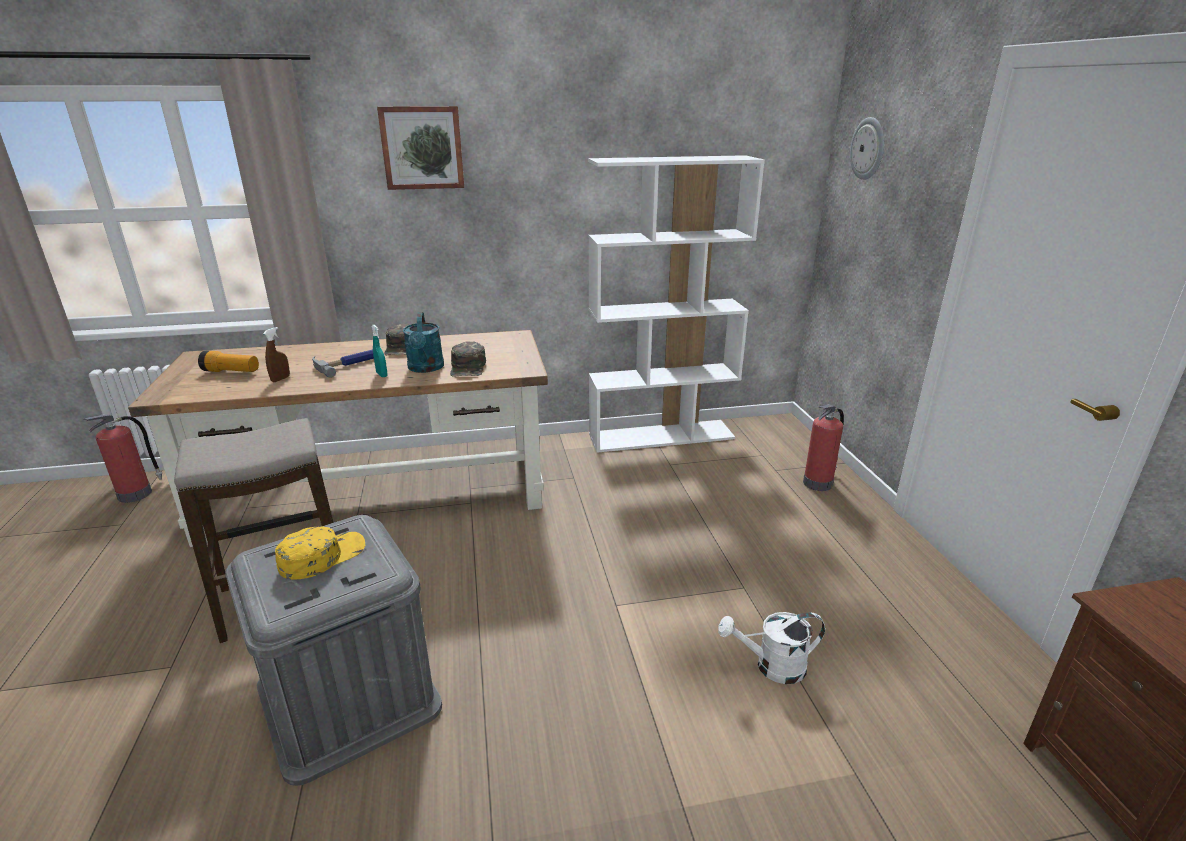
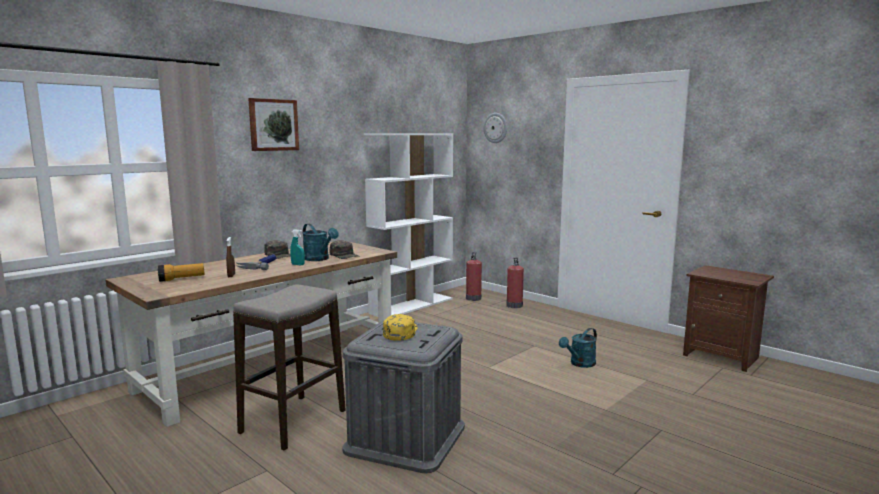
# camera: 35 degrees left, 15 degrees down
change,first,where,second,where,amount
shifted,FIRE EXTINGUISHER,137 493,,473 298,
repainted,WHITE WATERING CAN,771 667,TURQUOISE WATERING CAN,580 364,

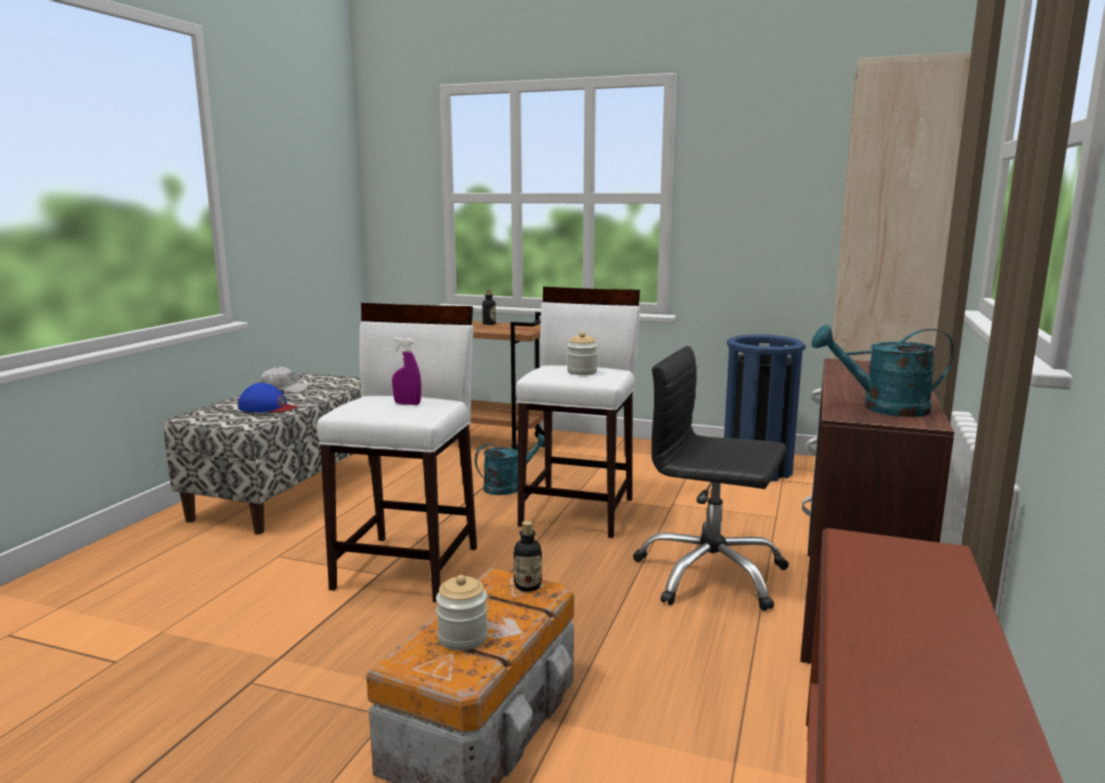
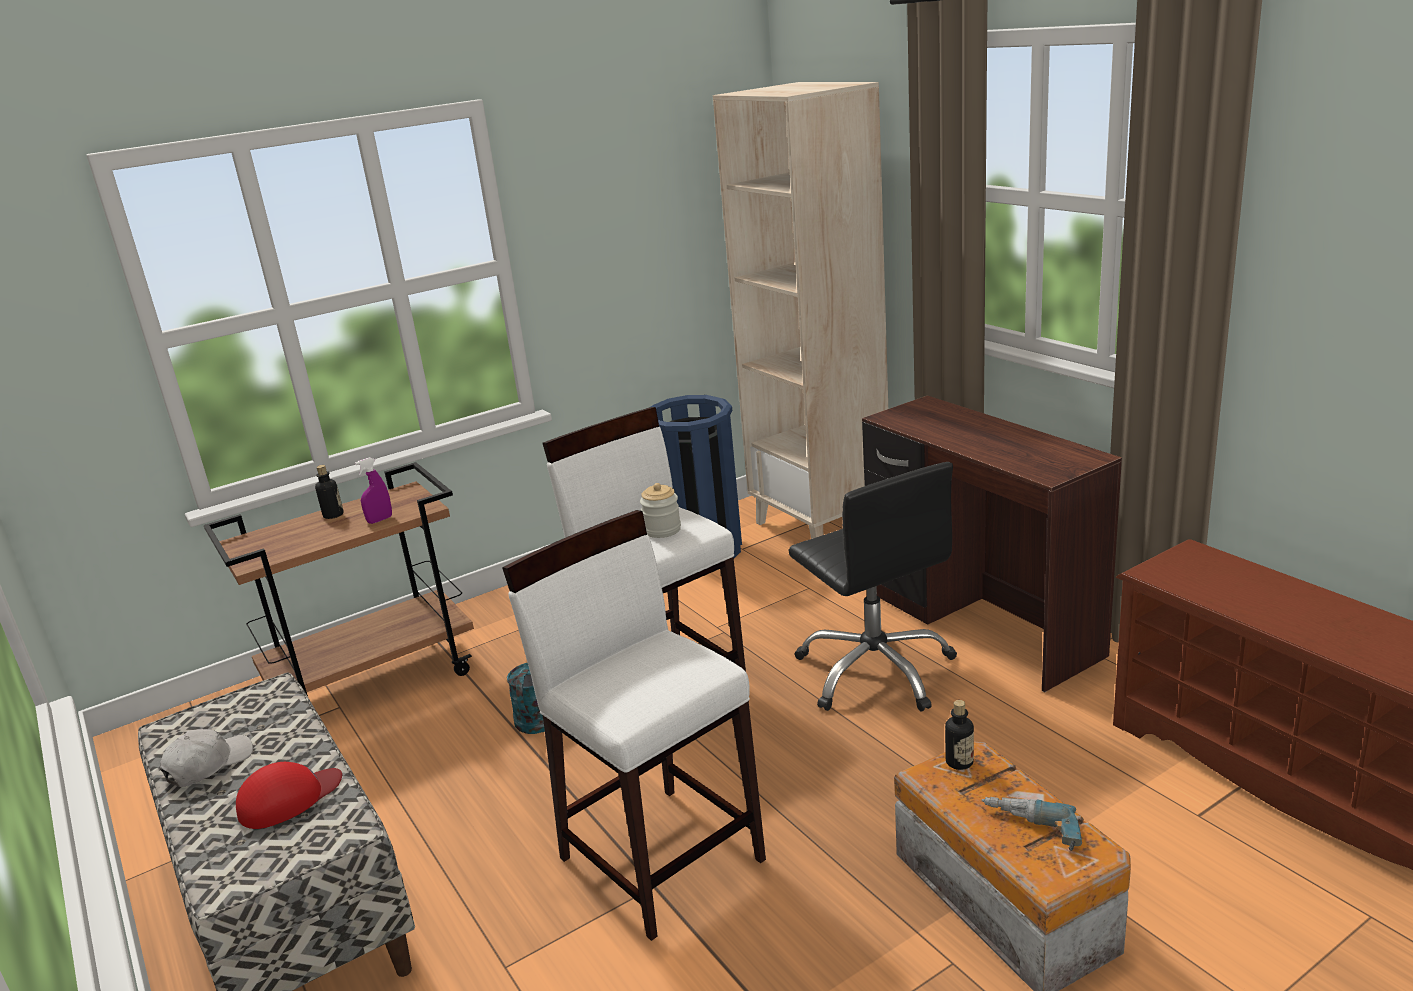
# camera: 50 degrees left, 10 degrees up
change,first,where,second,where,amount
repainted,BLUE CAP,267 407,RED CAP,289 798,
shifted,PURPLE SPRAY BOTTLE,407 404,,380 520,
swapped,JAR,462 637,POWER DRILL,1030 830,
rotated,BLACK OFFICE CHAIR,710 575,,875 670,90 degrees counterclockwise
gone,TURQUOISE WATERING CAN,883 408,,,

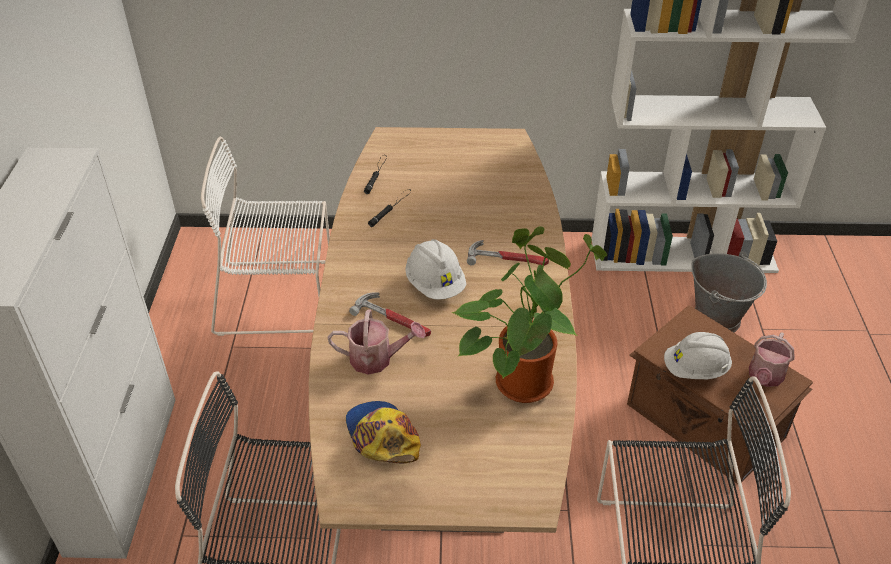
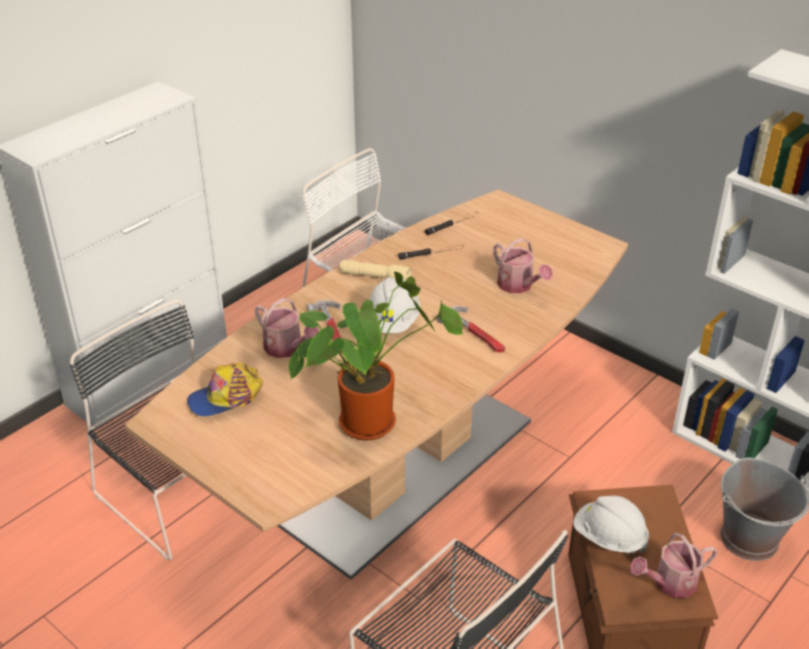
# camera: 40 degrees right, 5 degrees down
change,first,where,second,where,amount
rotated,CAP,382 436,,226 398,135 degrees counterclockwise
new,,,BEIGE FLASHLIGHT,376 276,
new,,,WATERING CAN,518 286,

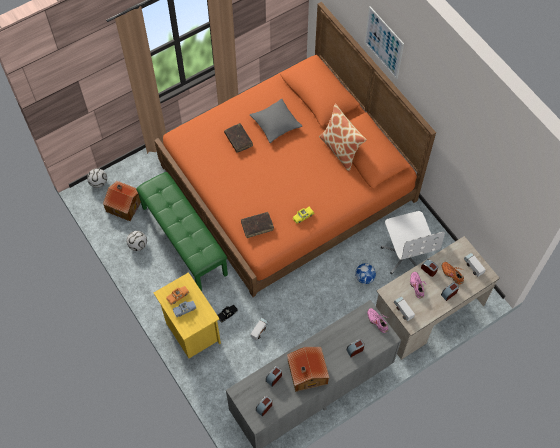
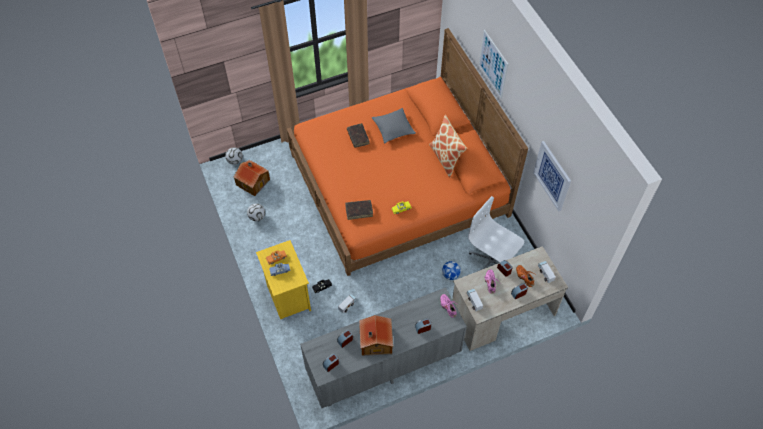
# camera: 10 degrees right, 5 degrees down
change,first,where,second,where,amount
gone,GREEN BENCH,185 240,,,
rotated,WHITE OFFICE CHAIR,406 255,,491 261,135 degrees clockwise
new,,,PICTURE,552 176,

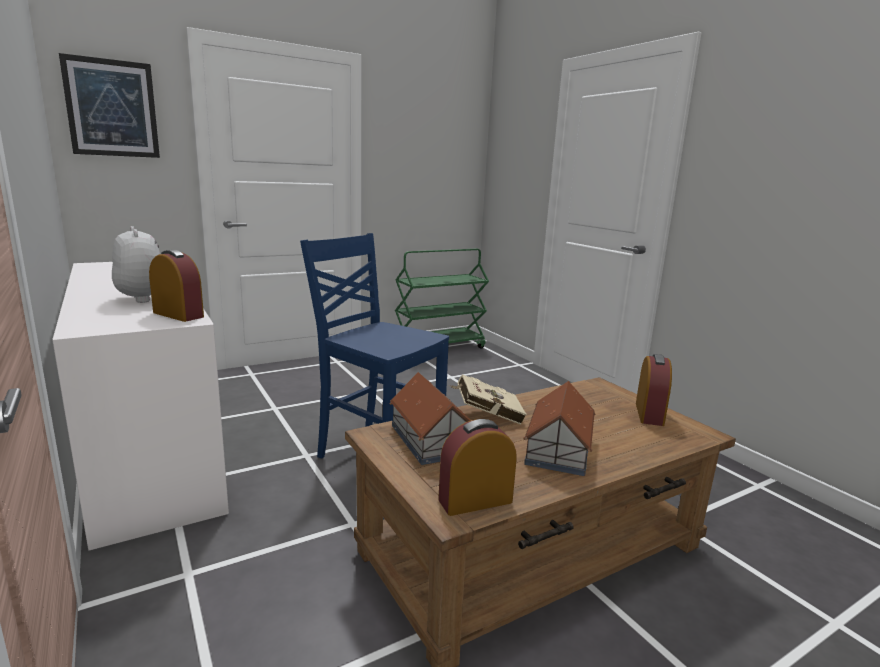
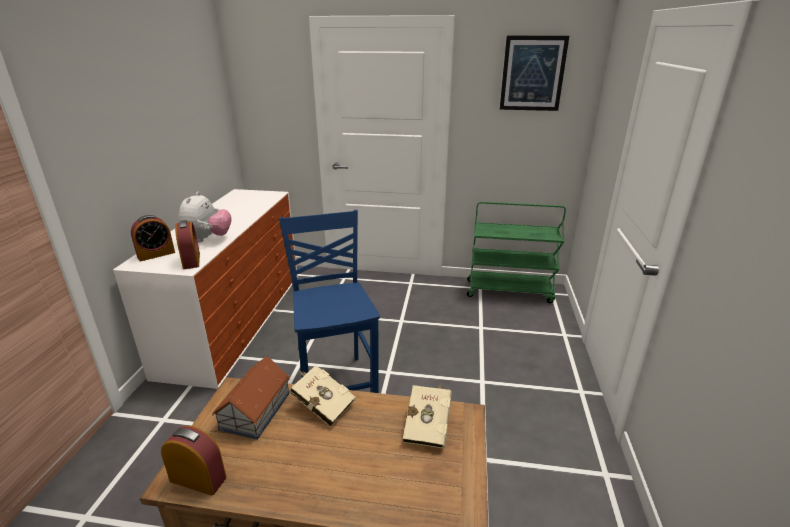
# camera: 40 degrees right, 10 degrees up
change,first,where,second,where,amount
shifted,PICTURE,112 108,,532 73,
gone,TOY HOUSE,559 448,,,
shifted,ALARM CLOCK,649 414,,156 254,
new,,,BEIGE BOOK,428 426,

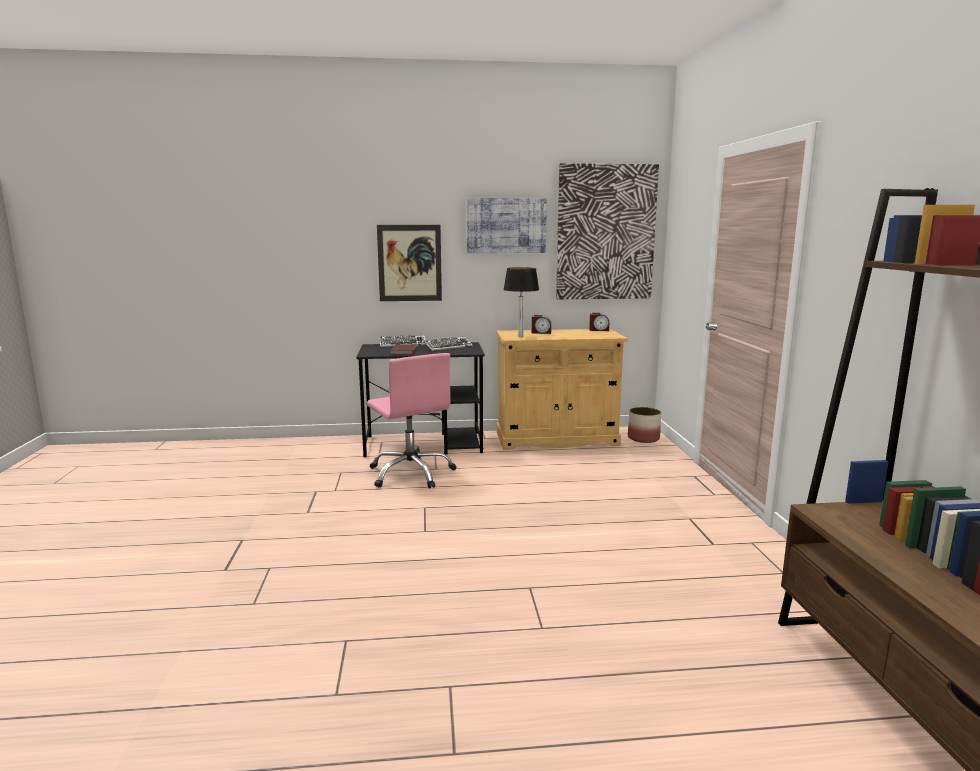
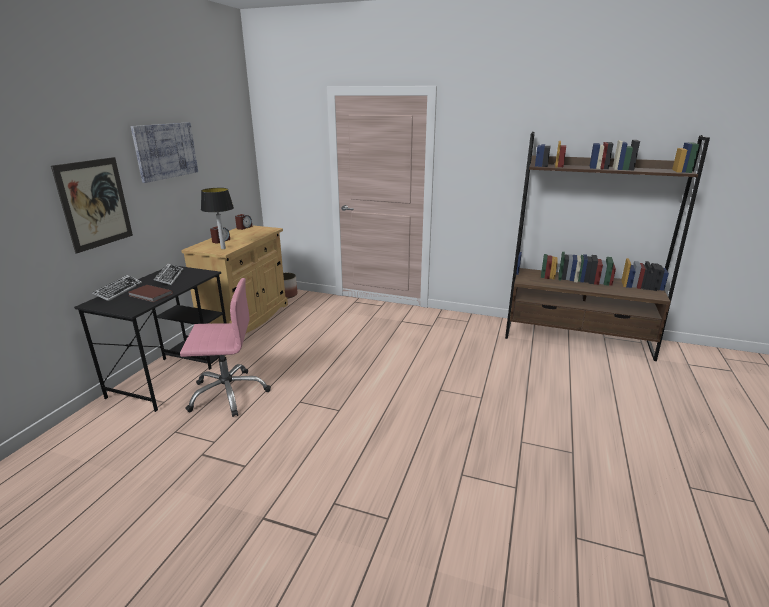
# camera: 65 degrees left, 10 degrees up
change,first,where,second,where,amount
gone,PICTURE,605 232,,,

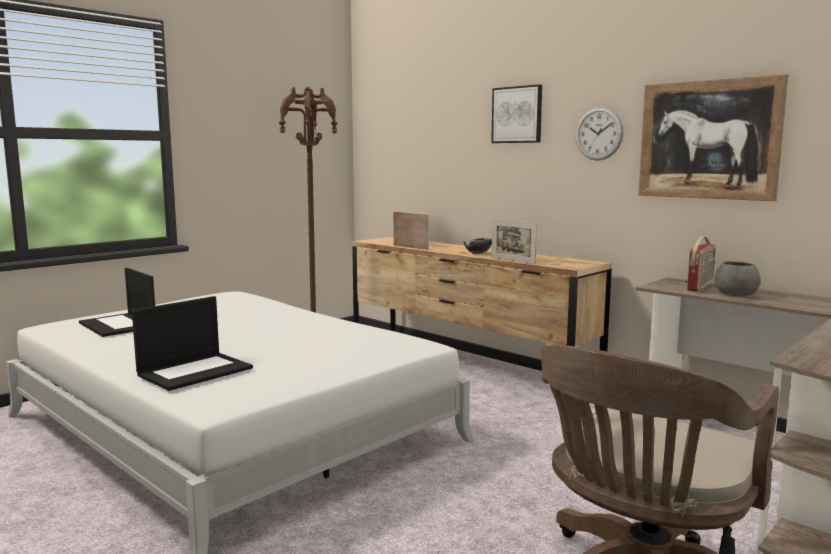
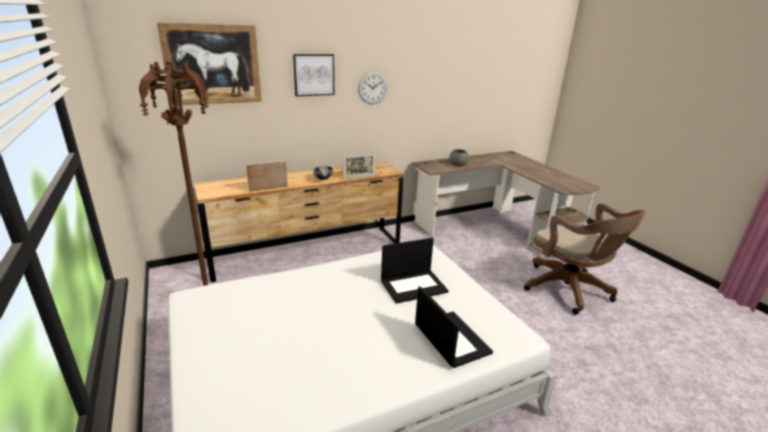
# camera: 70 degrees left, 15 degrees up
change,first,where,second,where,amount
shifted,LAPTOP,118 325,,414 285,
shifted,PICTURE,708 140,,213 64,
gone,RADIO,700 286,,,

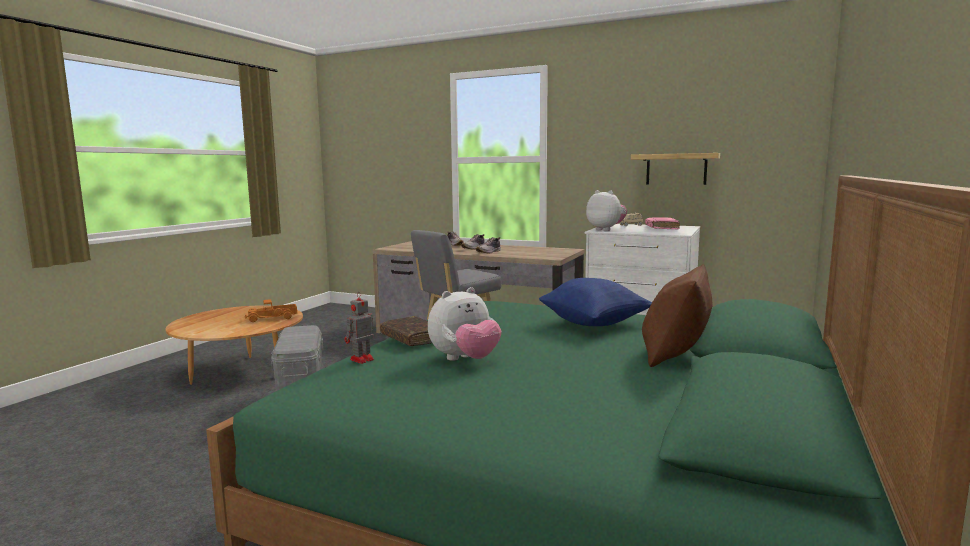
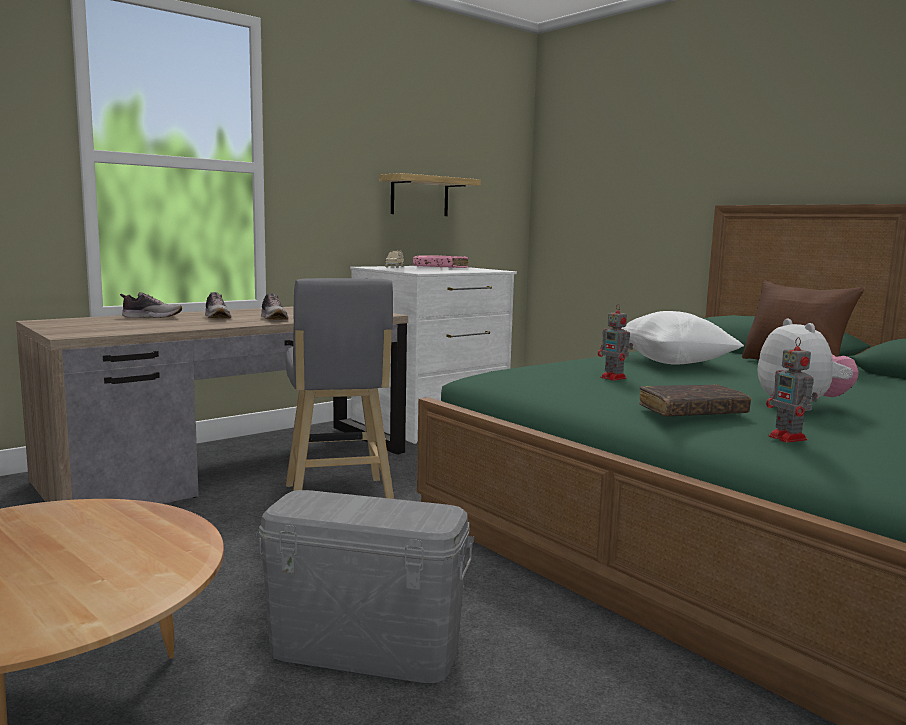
# camera: 65 degrees left, 0 degrees up
change,first,where,second,where,amount
gone,TOY TRUCK,272 318,,,
repainted,BLUE PILLOW,594 324,WHITE PILLOW,673 363,
gone,PLUSH TOY,606 229,,,
new,,,TOY ROBOT,614 378,

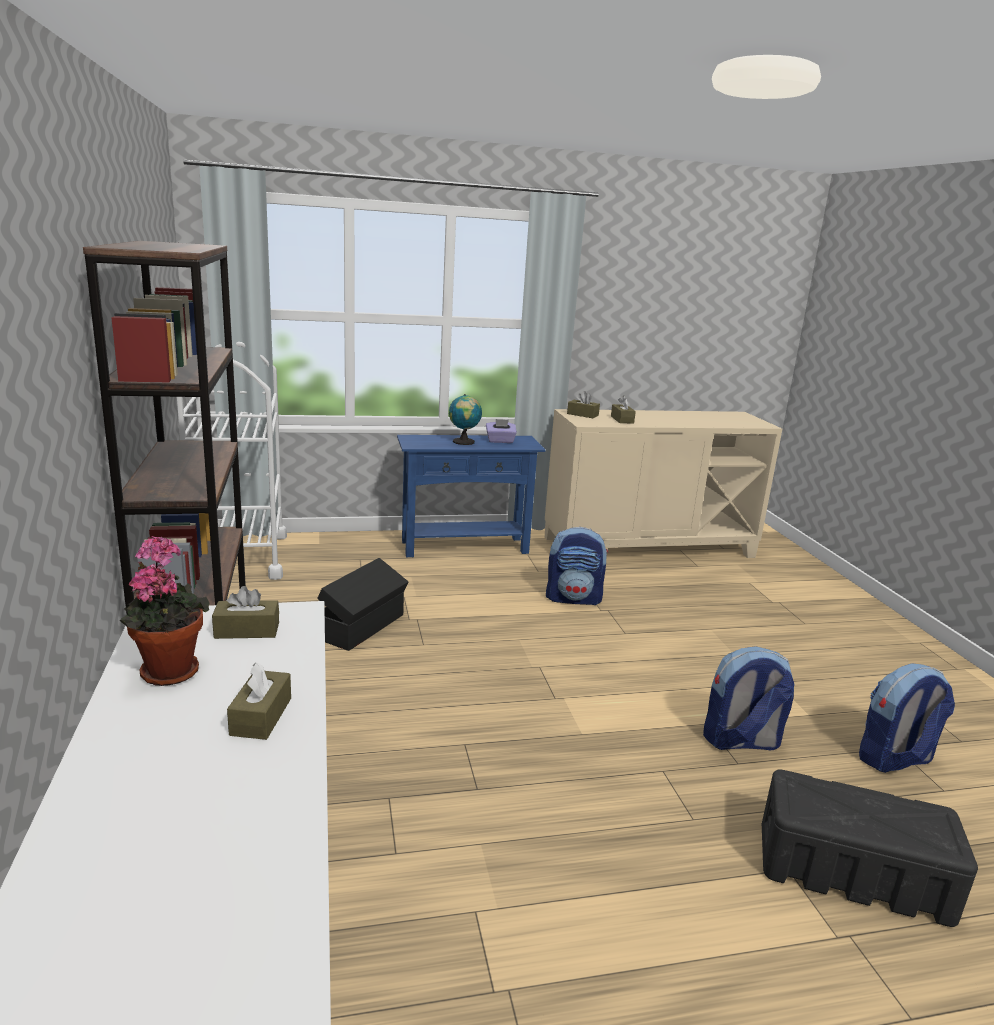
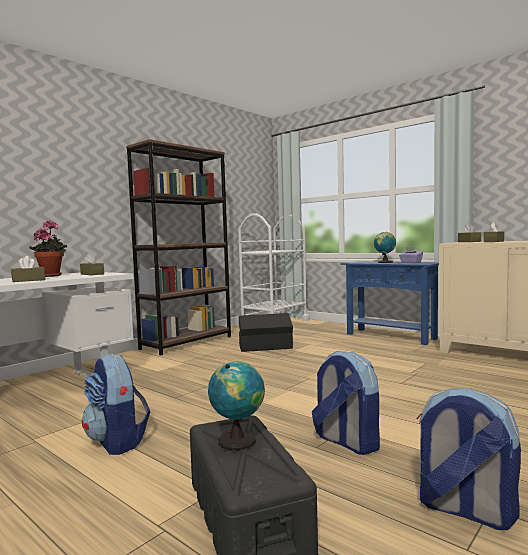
# camera: 55 degrees right, 15 degrees down
change,first,where,second,where,amount
shifted,BACKPACK,574 598,,117 442,
new,,,GLOBE,238 440,

